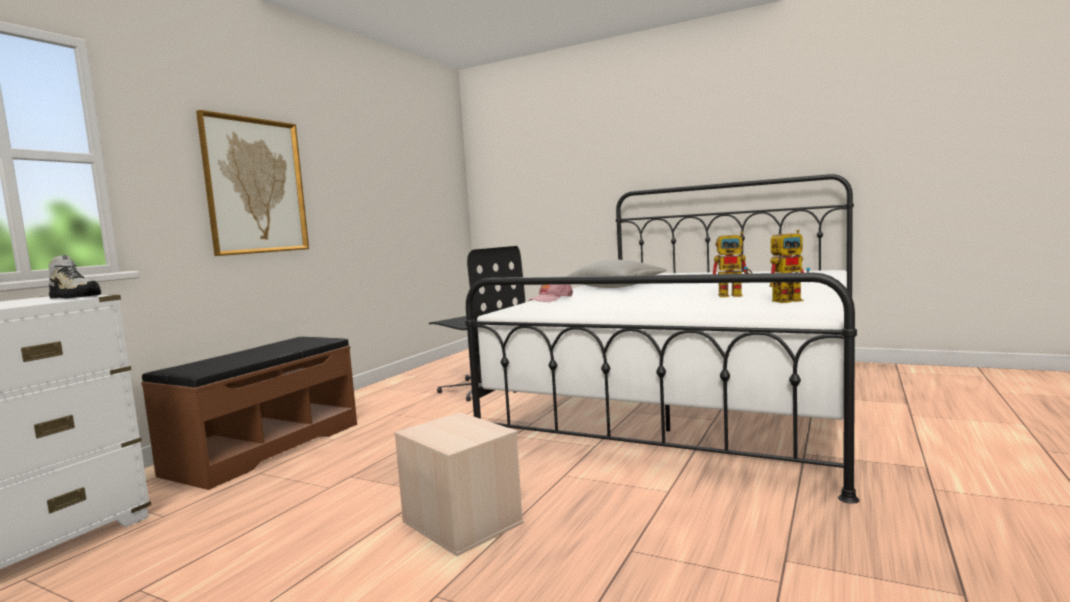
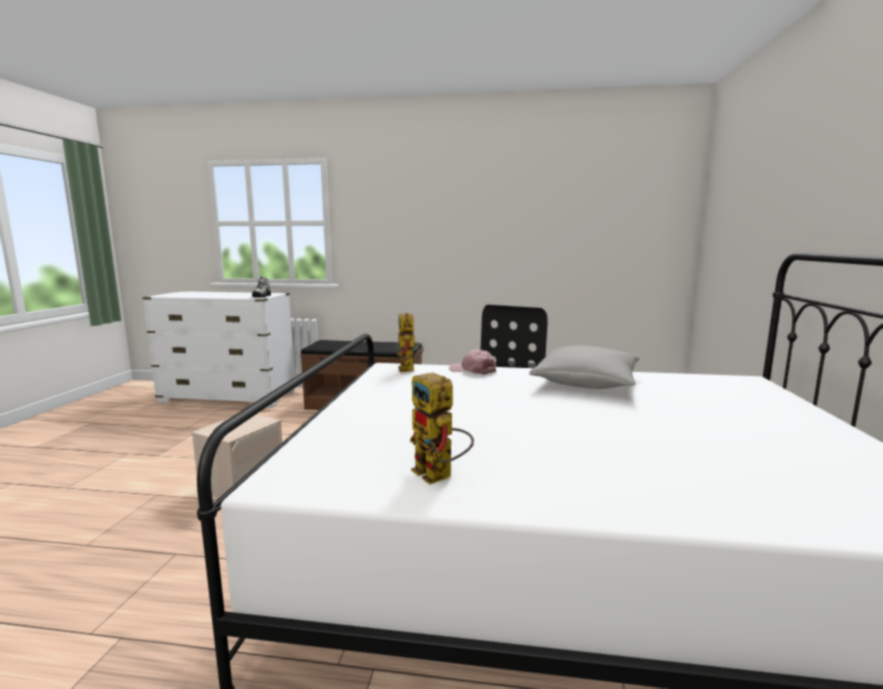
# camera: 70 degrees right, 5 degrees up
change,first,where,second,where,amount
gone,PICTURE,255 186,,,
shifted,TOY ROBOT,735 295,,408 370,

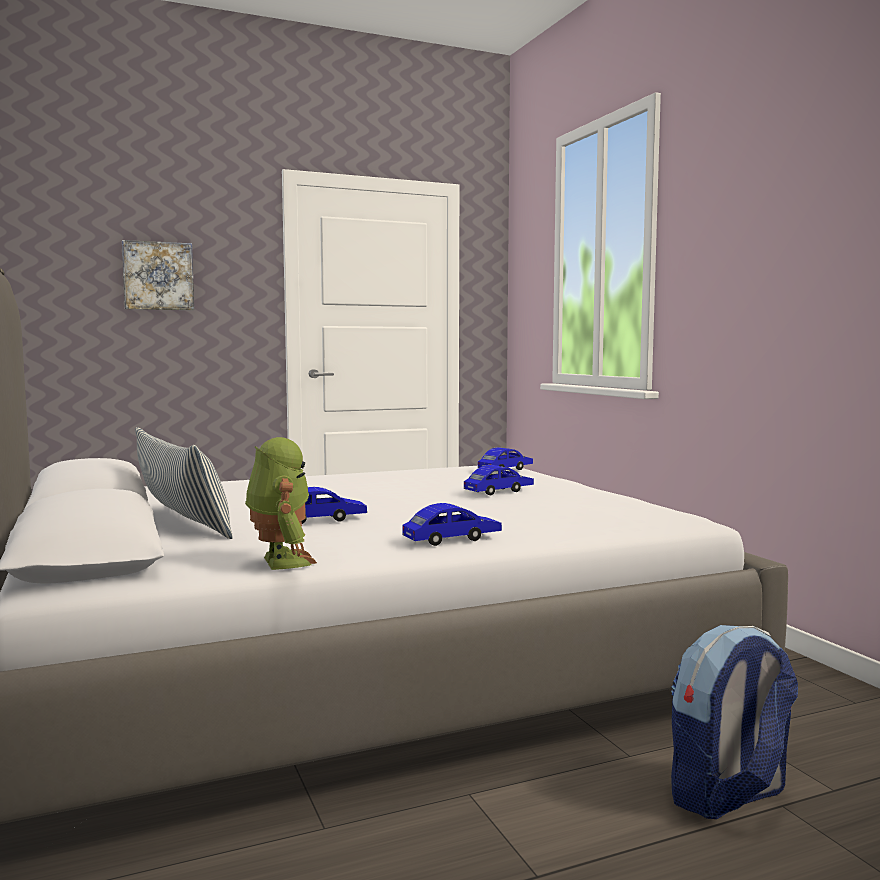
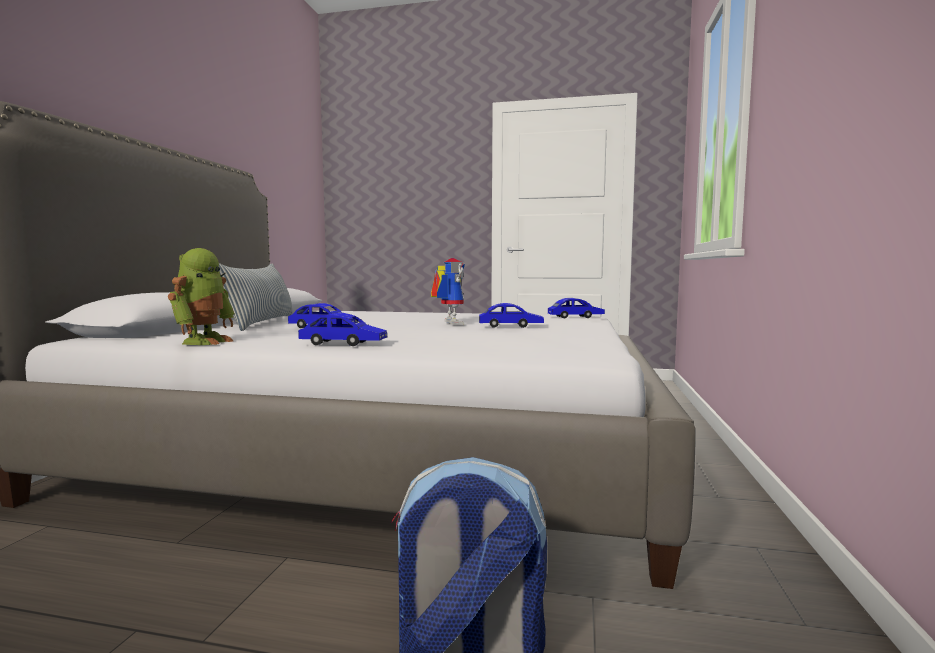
# camera: 35 degrees right, 0 degrees up
change,first,where,second,where,amount
gone,PICTURE,158 276,,,
new,,,TOY ROBOT,448 323,

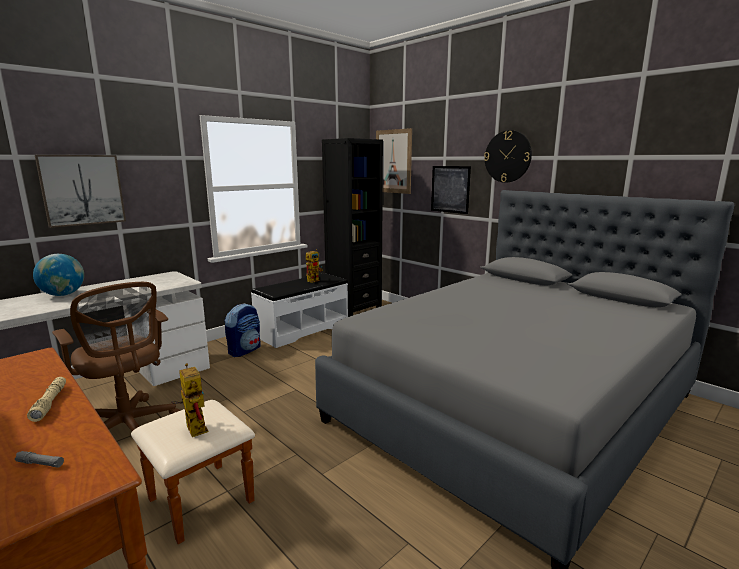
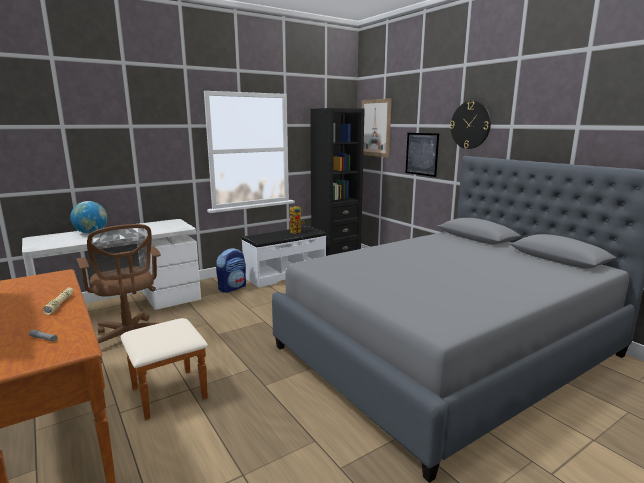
# camera: 10 degrees right, 0 degrees up
change,first,where,second,where,amount
gone,PICTURE,82 190,,,
gone,TOY ROBOT,193 427,,,

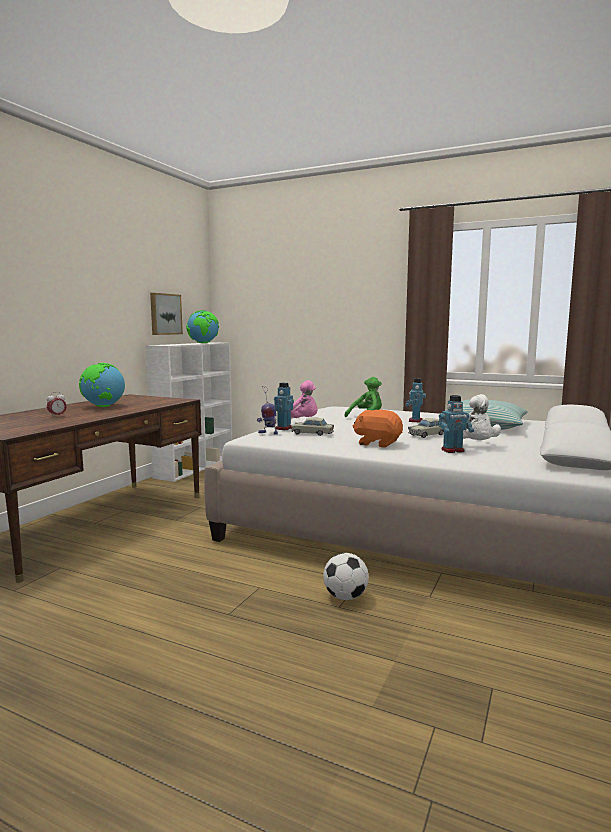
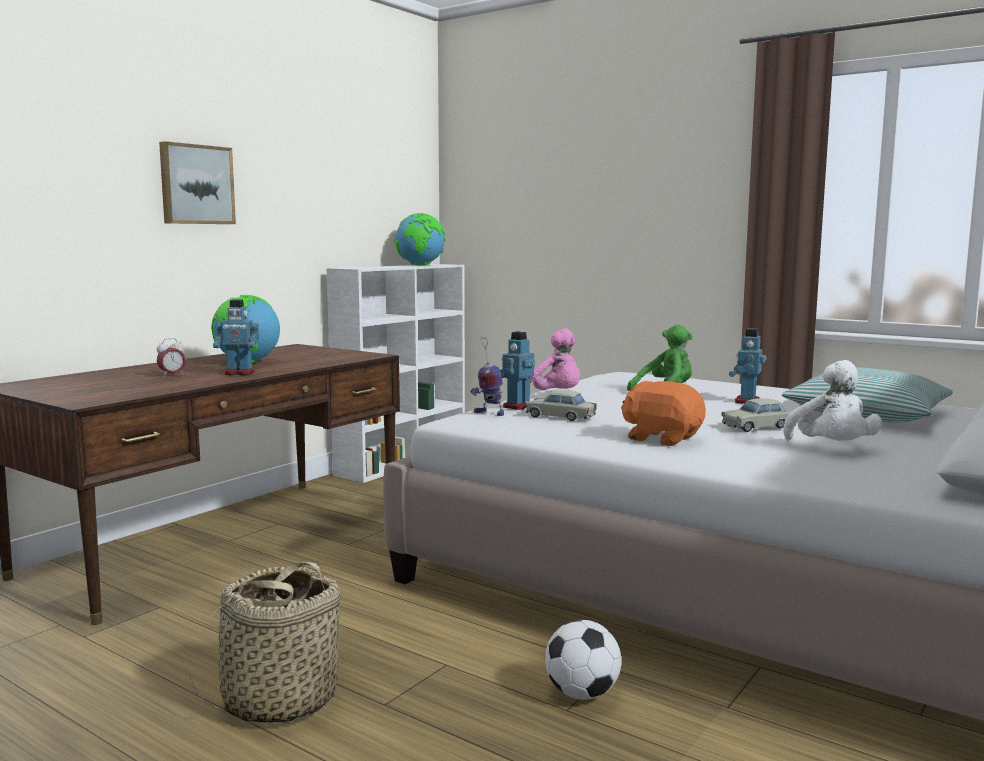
# camera: 10 degrees right, 0 degrees up
change,first,where,second,where,amount
shifted,PICTURE,165 314,,196 184,
shifted,TOY ROBOT,453 450,,239 373,
new,,,BASKET,279 699,

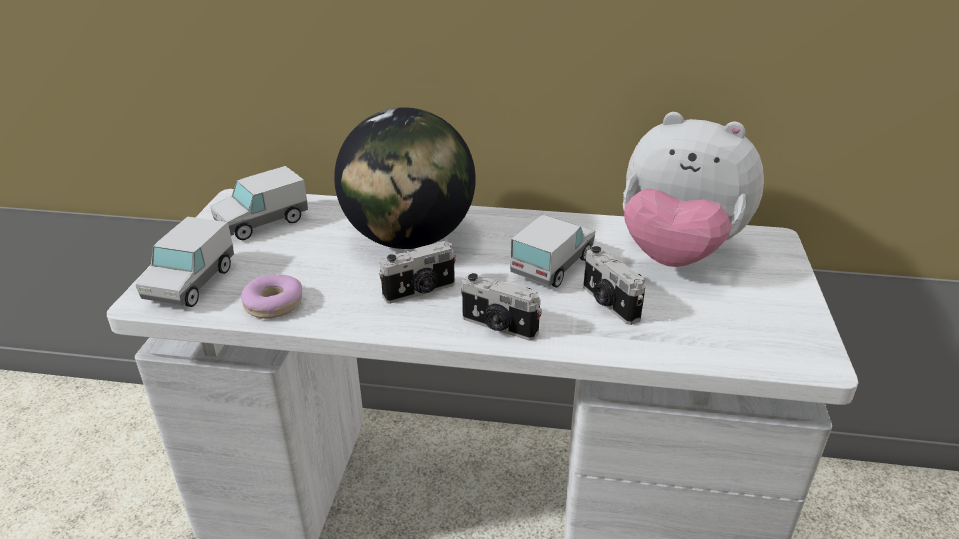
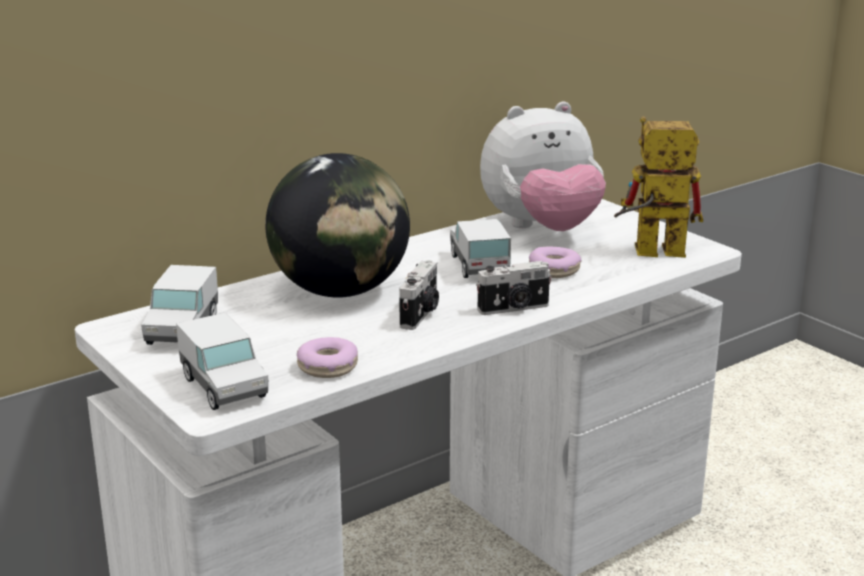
# camera: 45 degrees left, 10 degrees down
change,first,where,second,where,amount
swapped,PHOTO CAMERA,608 303,DONUT,554 270,
new,,,TOY ROBOT,648 253,

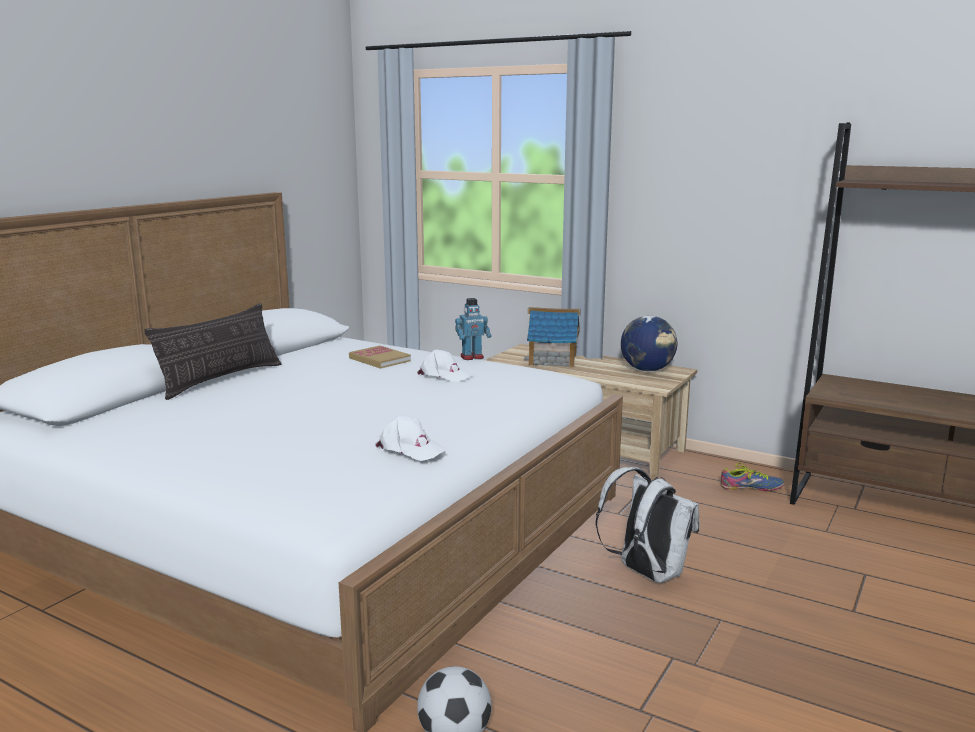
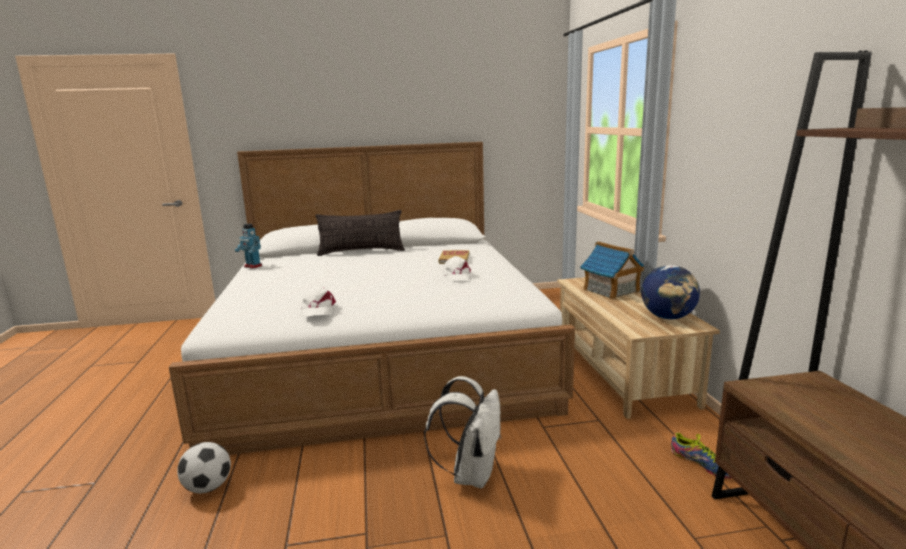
# camera: 50 degrees right, 0 degrees up
change,first,where,second,where,amount
shifted,TOY ROBOT,472 357,,252 266,

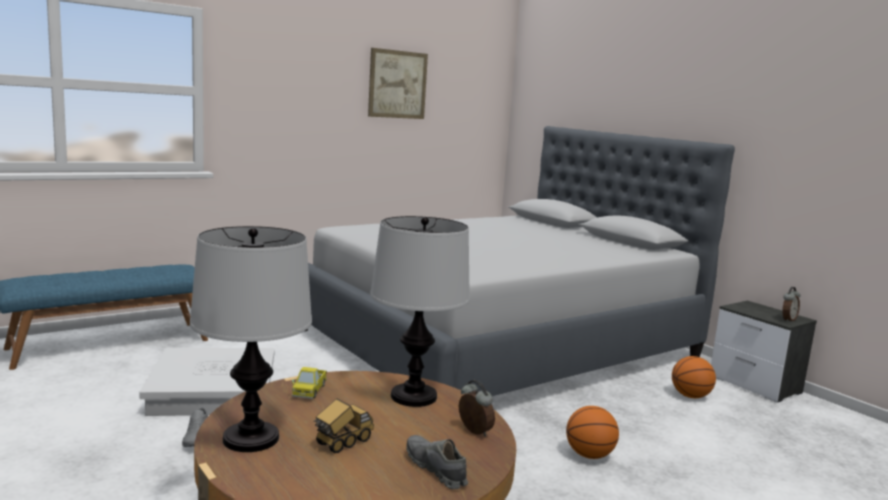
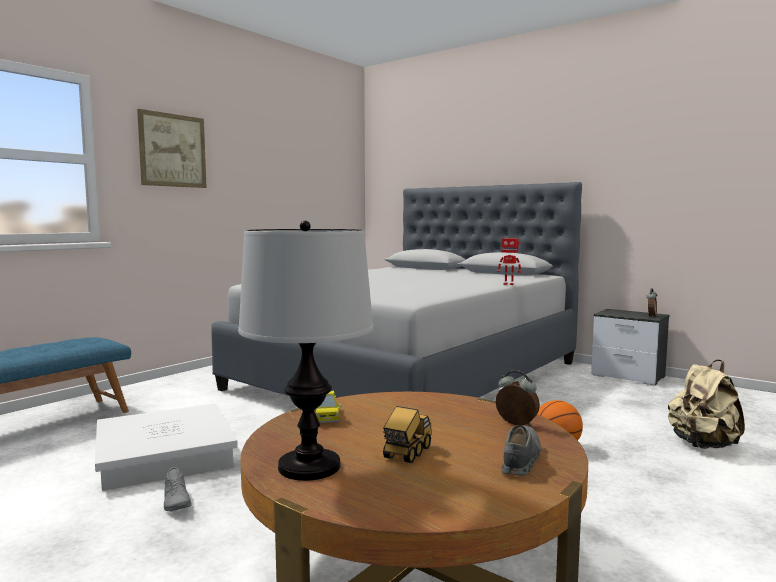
# camera: 15 degrees left, 5 degrees down
change,first,where,second,where,amount
shifted,PICTURE,397 84,,173 150,
gone,TABLE LAMP,413 396,,,
rotated,GREY SHOE,435 469,,520 459,75 degrees clockwise
gone,BASKETBALL,690 396,,,
new,,,TOY ROBOT,508 284,
new,,,BEIGE BACKPACK,703 445,

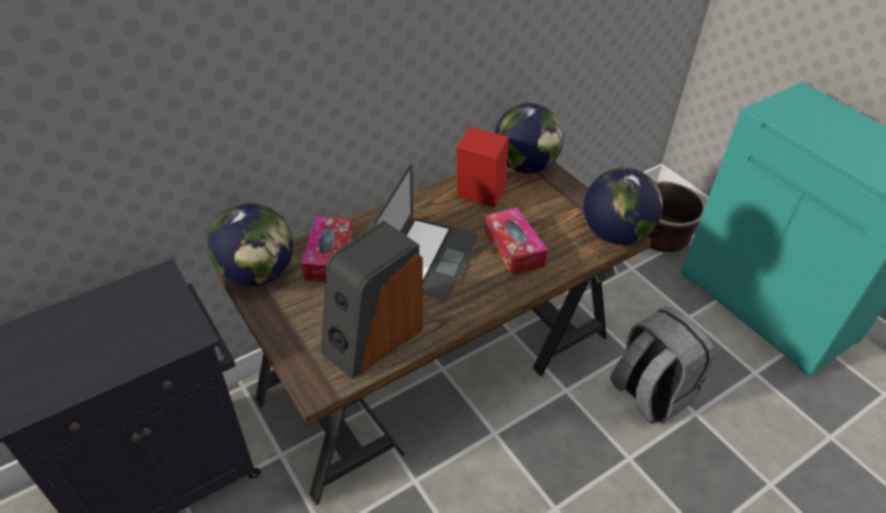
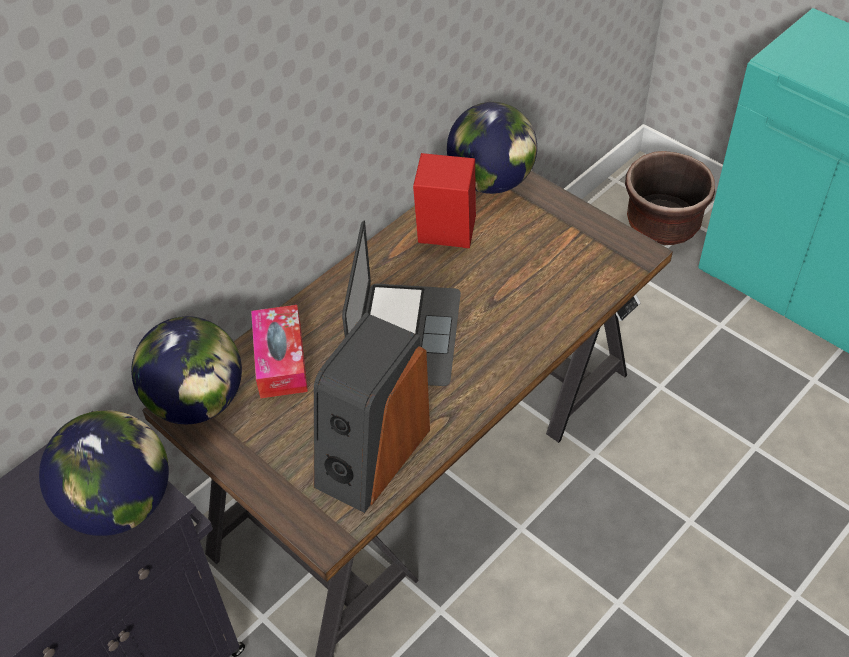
# camera: 10 degrees left, 5 degrees up
change,first,where,second,where,amount
gone,TISSUE BOX,513 248,,,
shifted,GLOBE,615 234,,120 505,
gone,GREY BACKPACK,648 393,,,

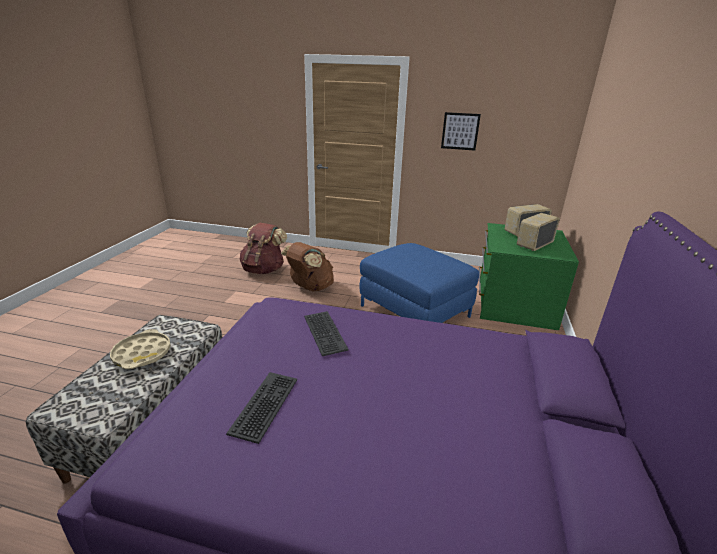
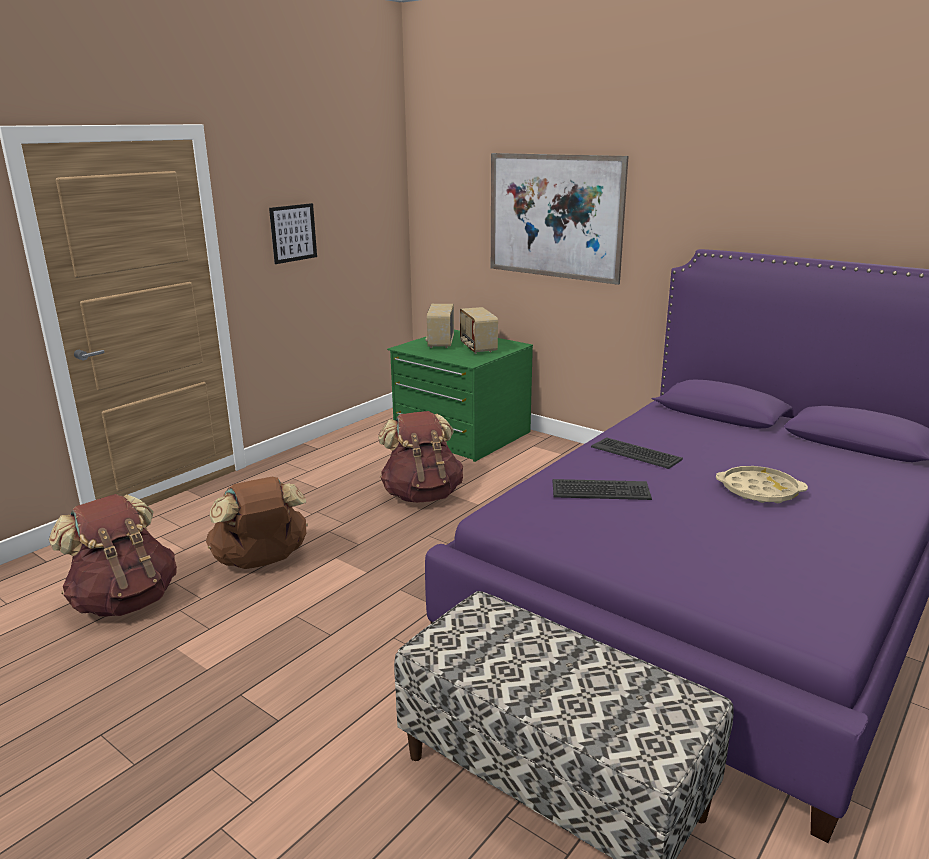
# camera: 65 degrees left, 5 degrees down
change,first,where,second,where,amount
shifted,BEIGE TRAY,142 354,,759 491,
shifted,KEYBOARD,265 405,,636 453,
swapped,BLUE OTTOMAN,415 311,BROWN BACKPACK,422 495,
new,,,PICTURE,554 216,

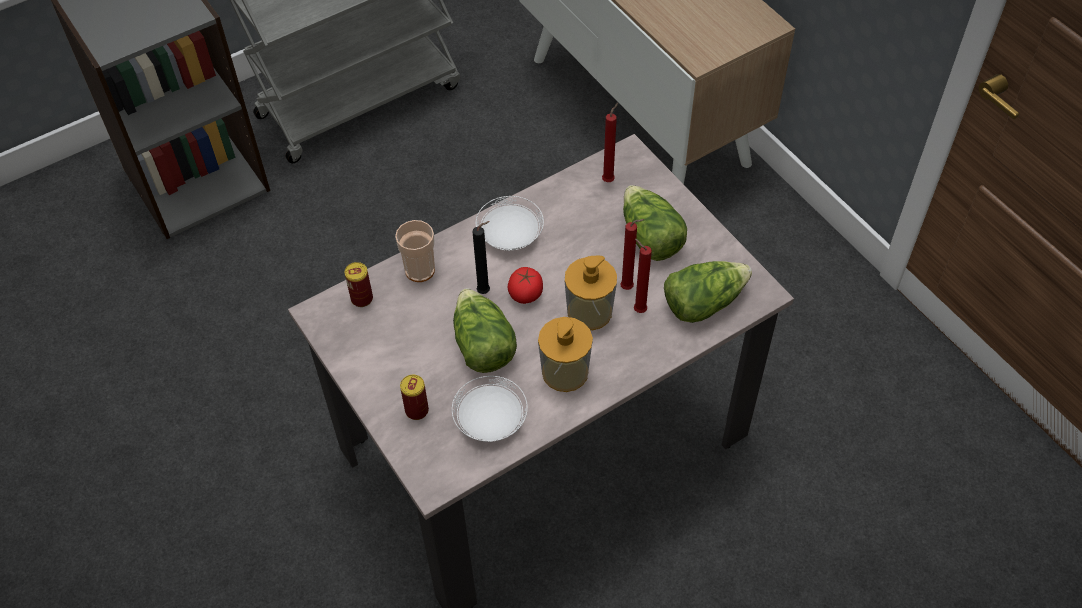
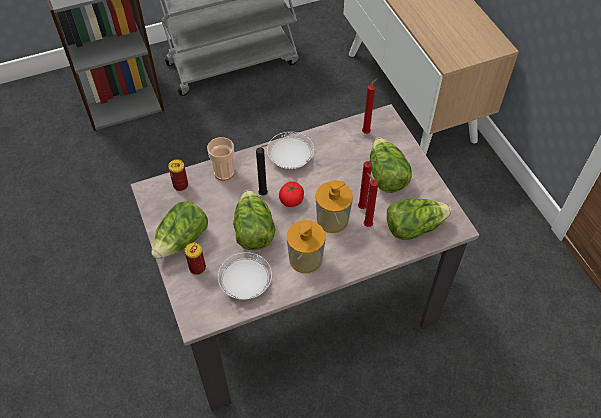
# camera: 10 degrees right, 0 degrees up
change,first,where,second,where,amount
new,,,LETTUCE,182 240,

